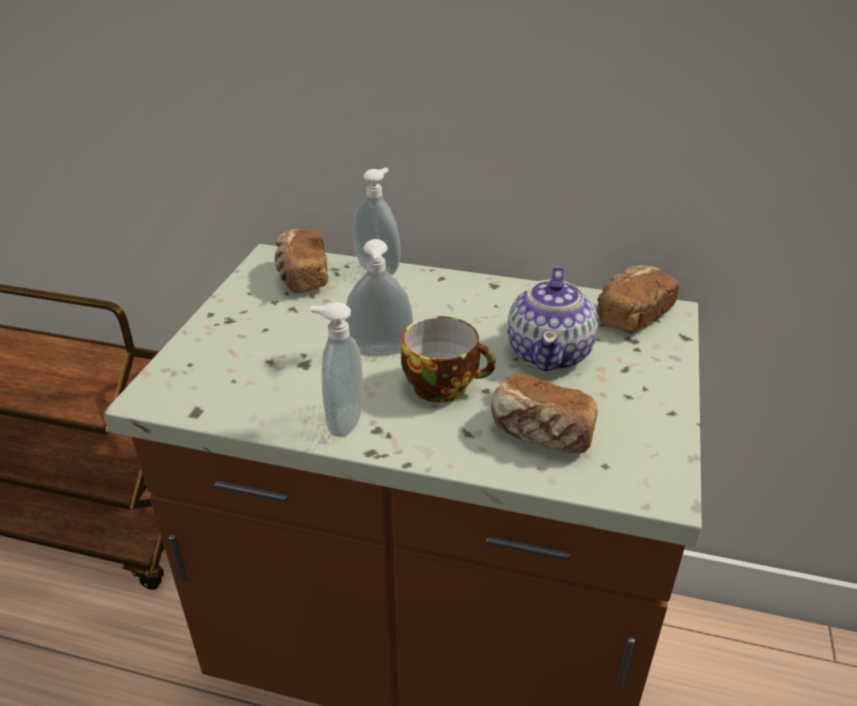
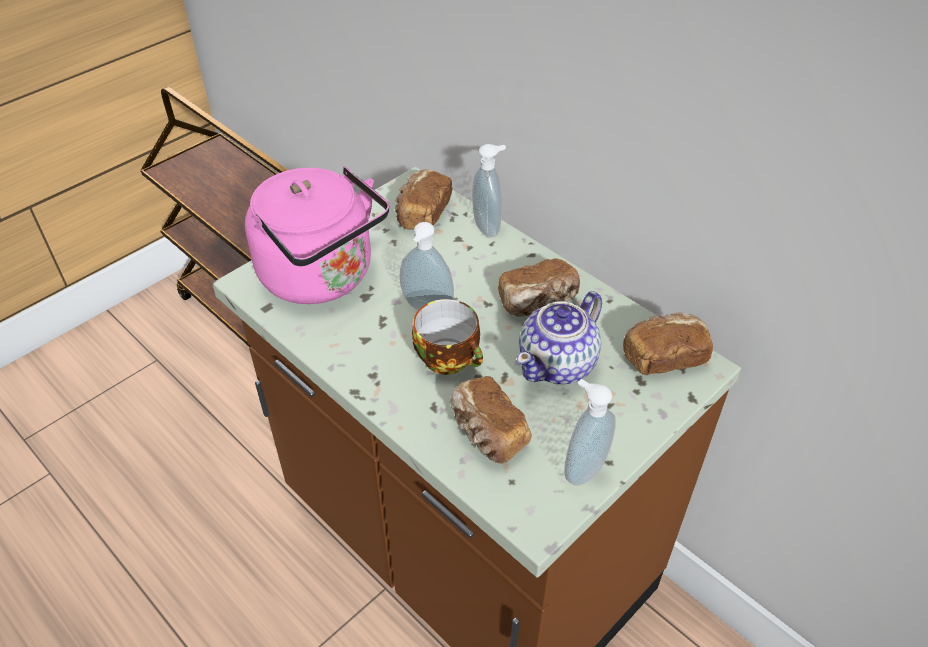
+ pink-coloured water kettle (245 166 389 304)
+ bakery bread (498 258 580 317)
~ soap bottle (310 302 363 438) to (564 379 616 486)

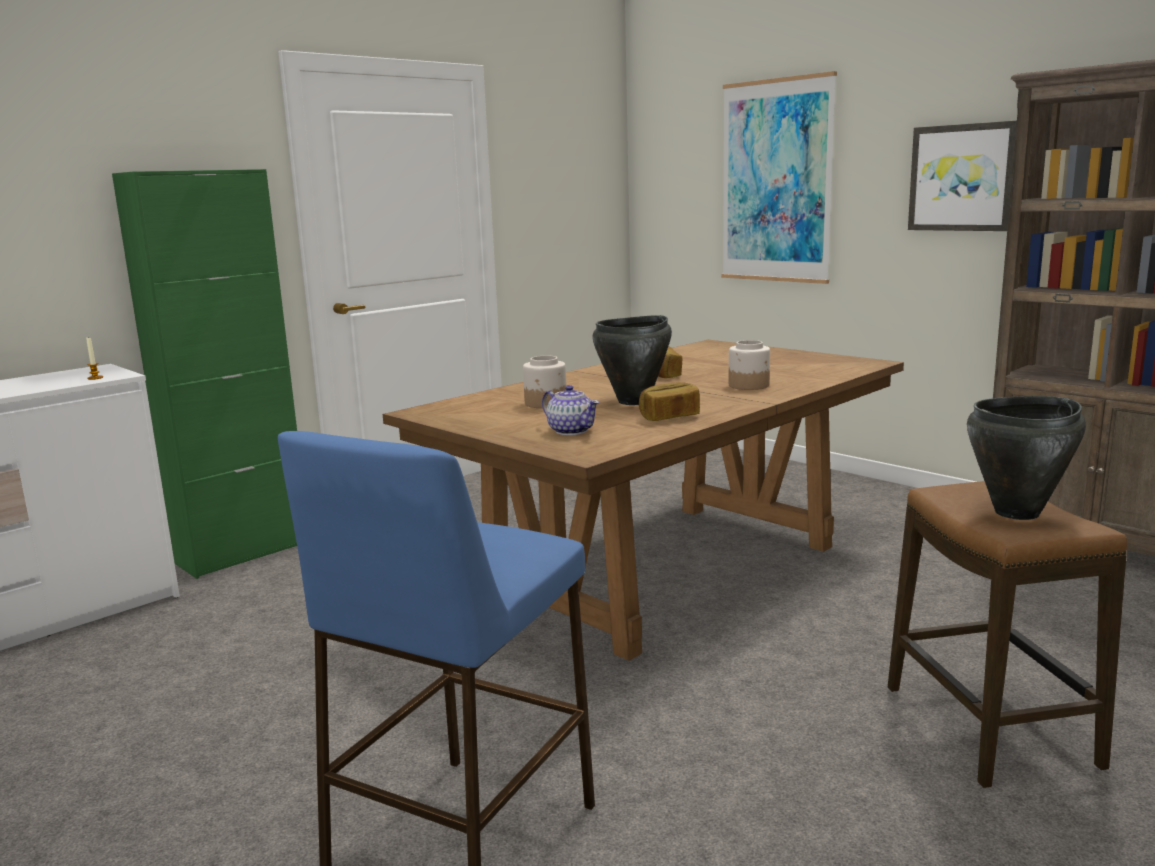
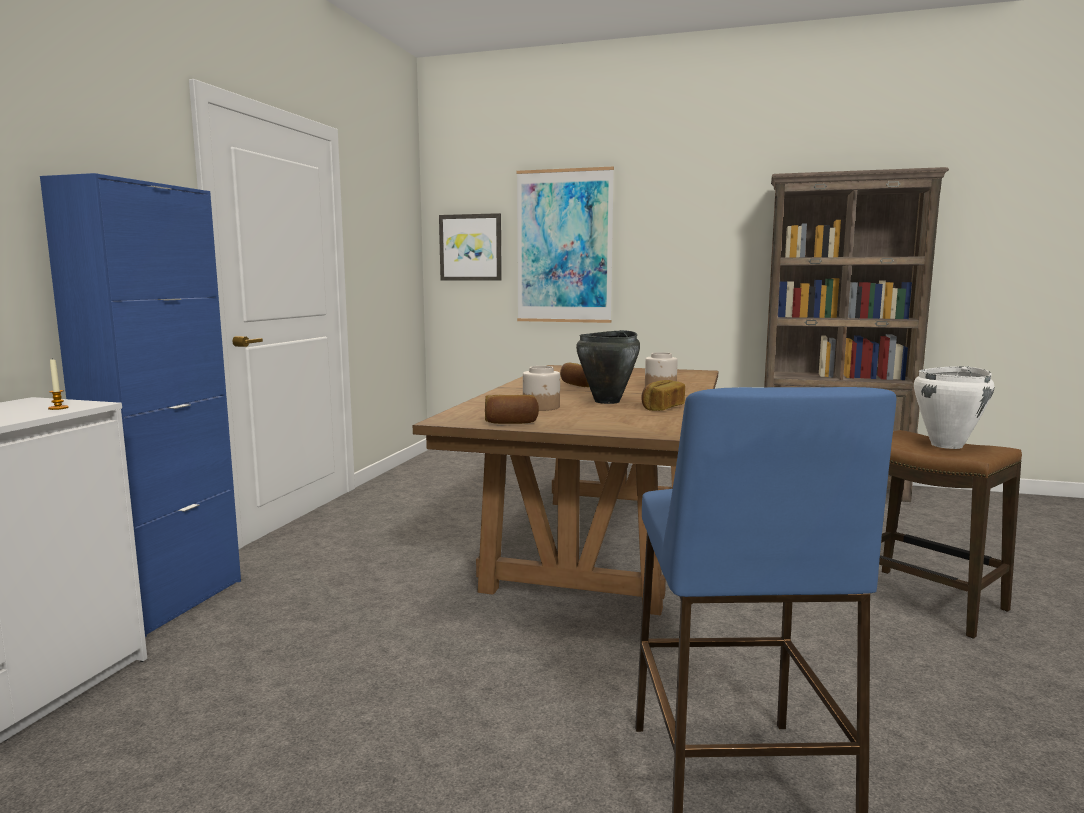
~ greenish storage cabinet (112 169 297 579) to bluish storage cabinet (40 173 241 637)
~ wall picture (908 121 1017 231) to (439 213 502 281)
+ bakery bread (485 395 539 424)
~ black-coloured cooking pot (967 396 1086 520) to white cooking pot (914 366 995 449)
- teapot (542 385 599 435)

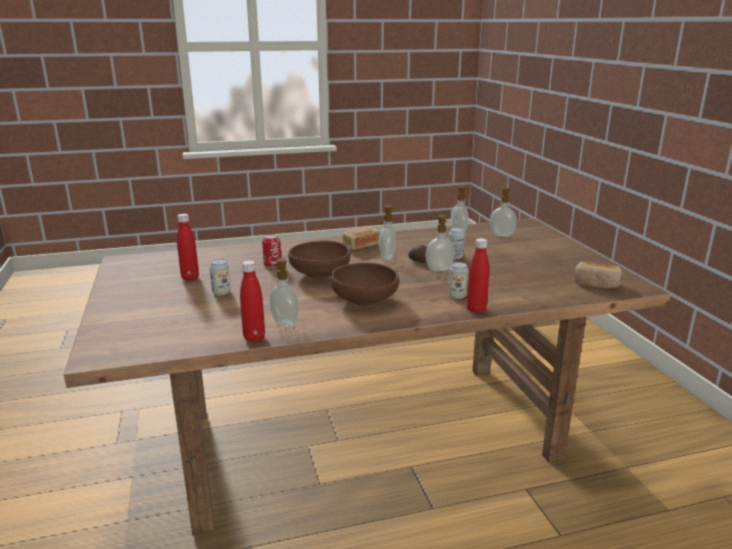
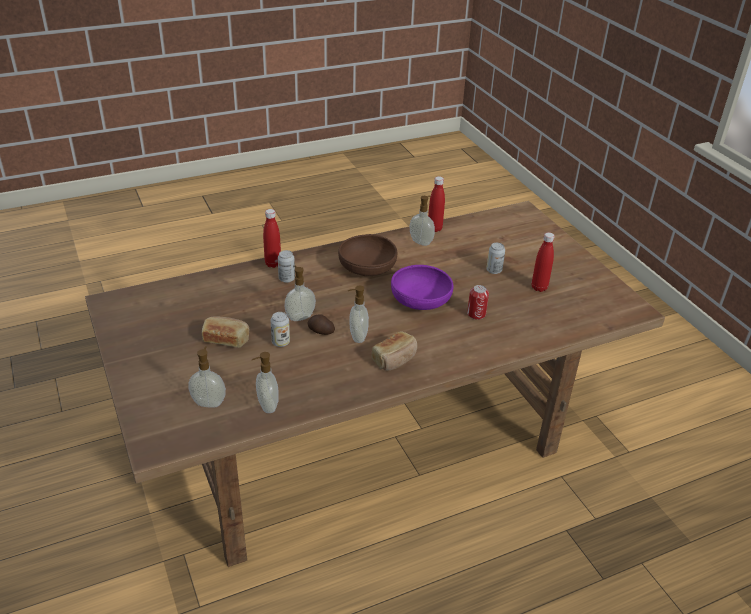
~ bakery bread (574 262 622 288) to (202 316 249 348)
~ brownish bowl (288 240 350 279) to purplish bowl (391 265 454 310)

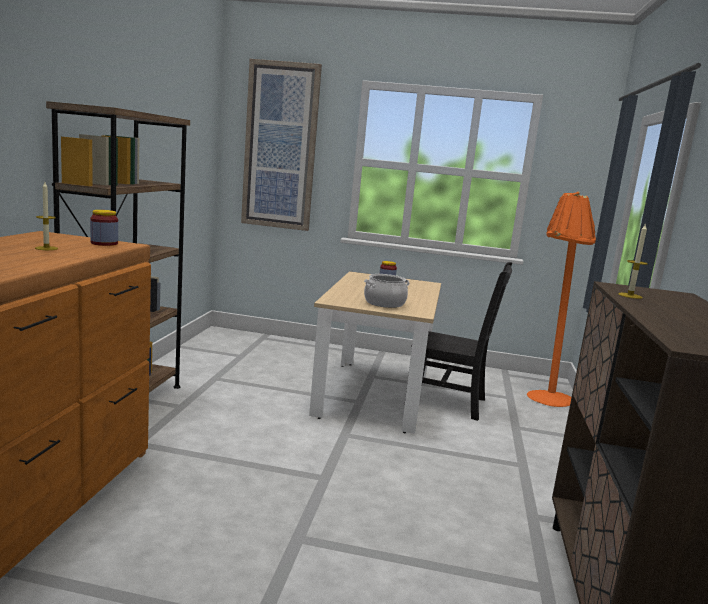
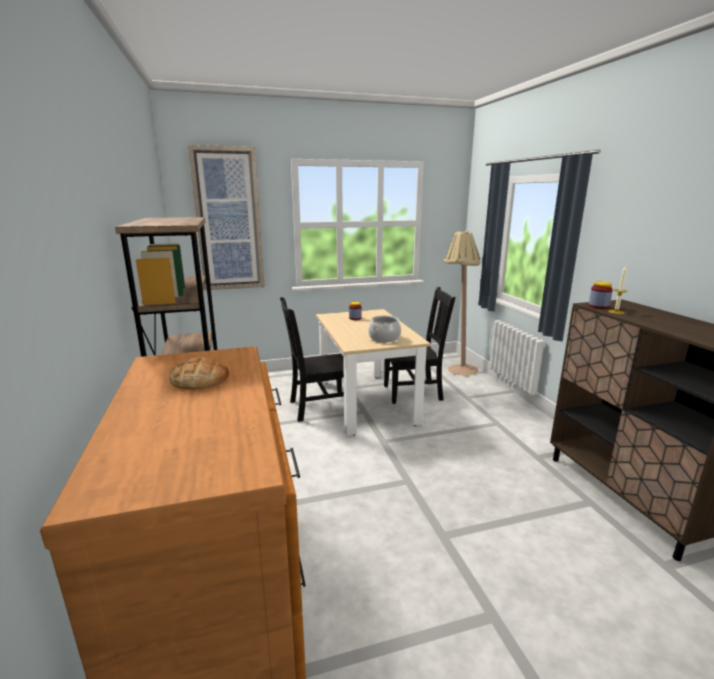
~ wax light (35 182 58 250) to bakery bread (169 356 229 389)
+ black-coloured chair (280 297 344 422)
~ orange-coloured standard lamp (527 191 596 407) to beige-coloured standard lamp (444 230 481 376)
~ jar (90 210 118 246) to (588 282 613 309)

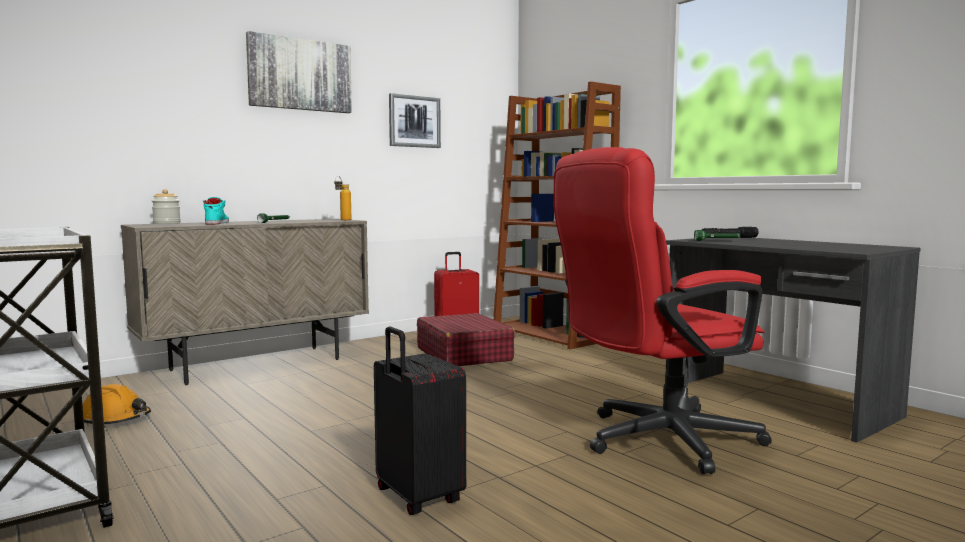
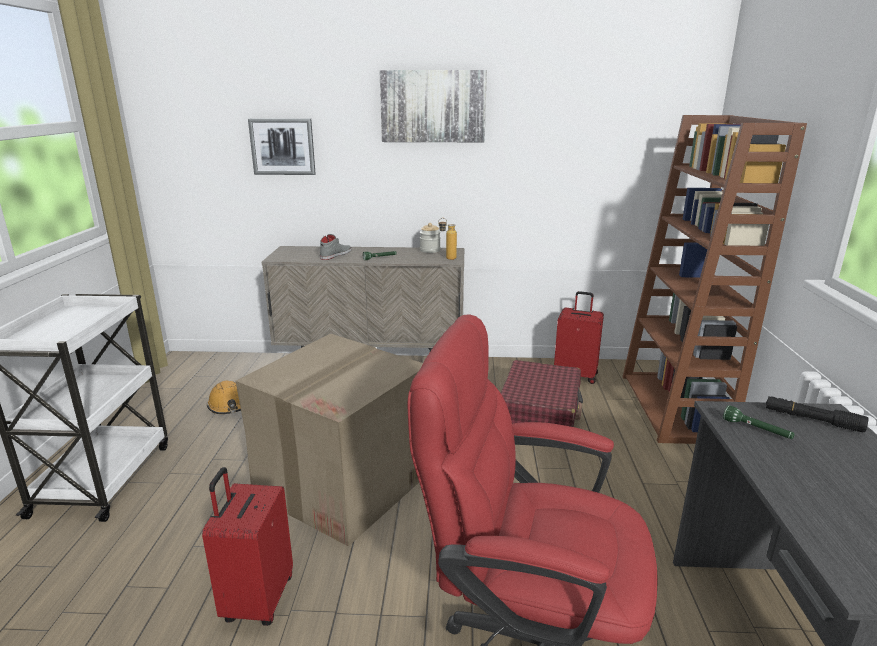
~ black-coloured suitcase (374 326 466 515) to reddish suitcase (202 467 293 626)
+ packing box (236 333 423 546)
~ wall picture (389 93 441 148) to (248 118 316 175)
~ blue-green low shoe (203 197 229 224) to grey low shoe (320 234 352 260)
~ jar (152 189 181 224) to (420 223 441 253)

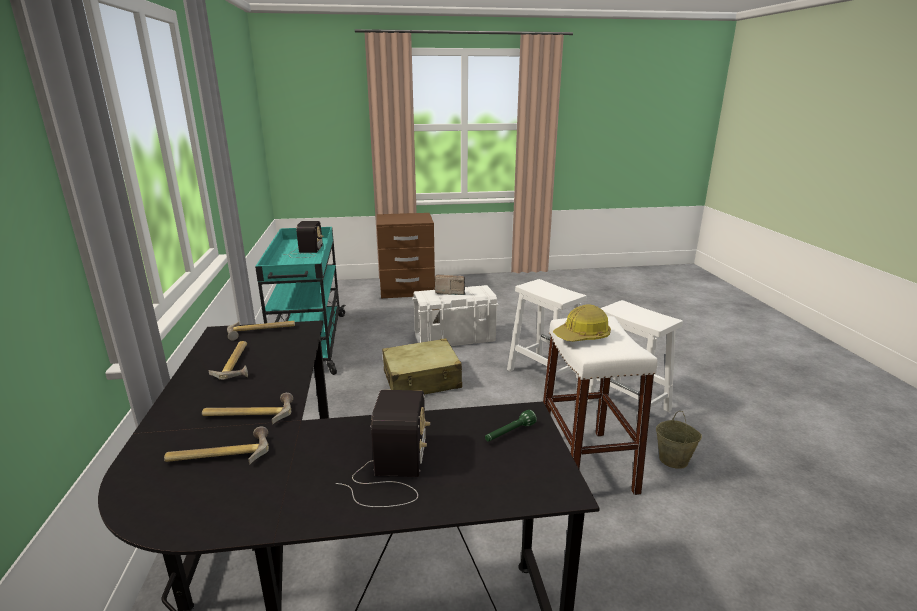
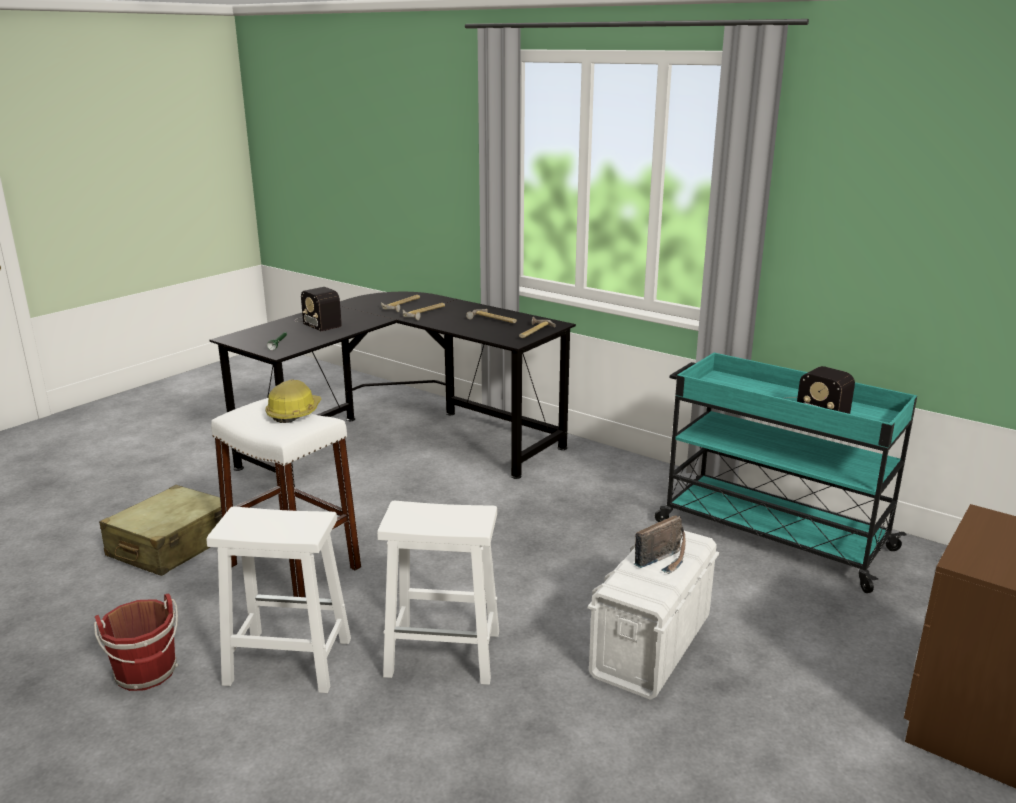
+ reddish pail (94 593 178 691)
~ beige-coloured suitcase (382 338 462 395) to (99 485 222 576)
- beige-coloured pail (656 411 702 469)

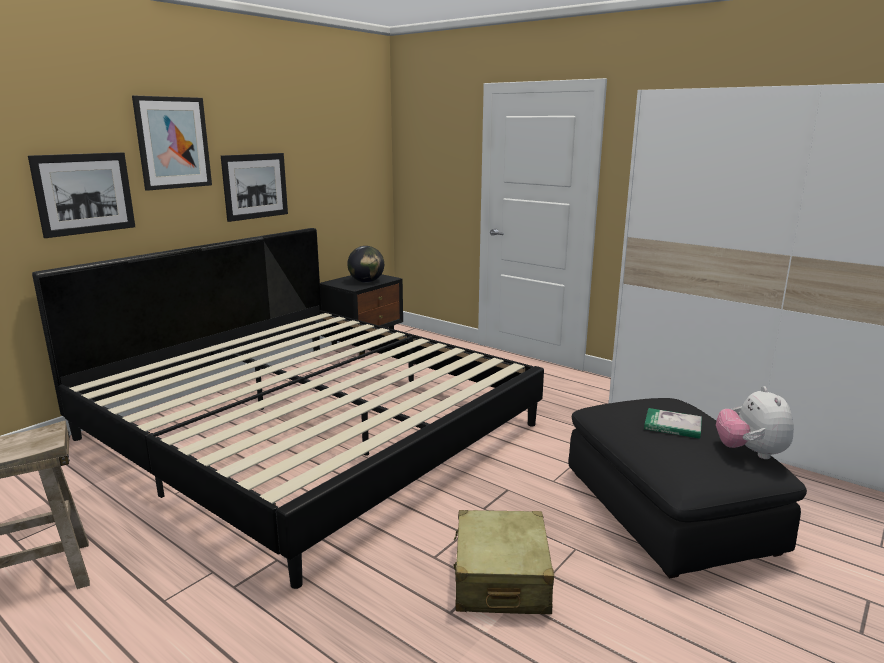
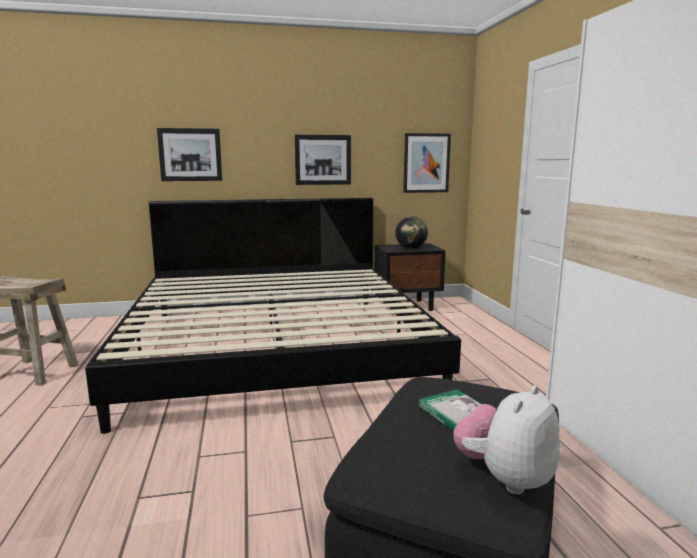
~ wall picture (132 96 212 191) to (403 133 451 193)
- beige-coloured suitcase (453 510 554 614)

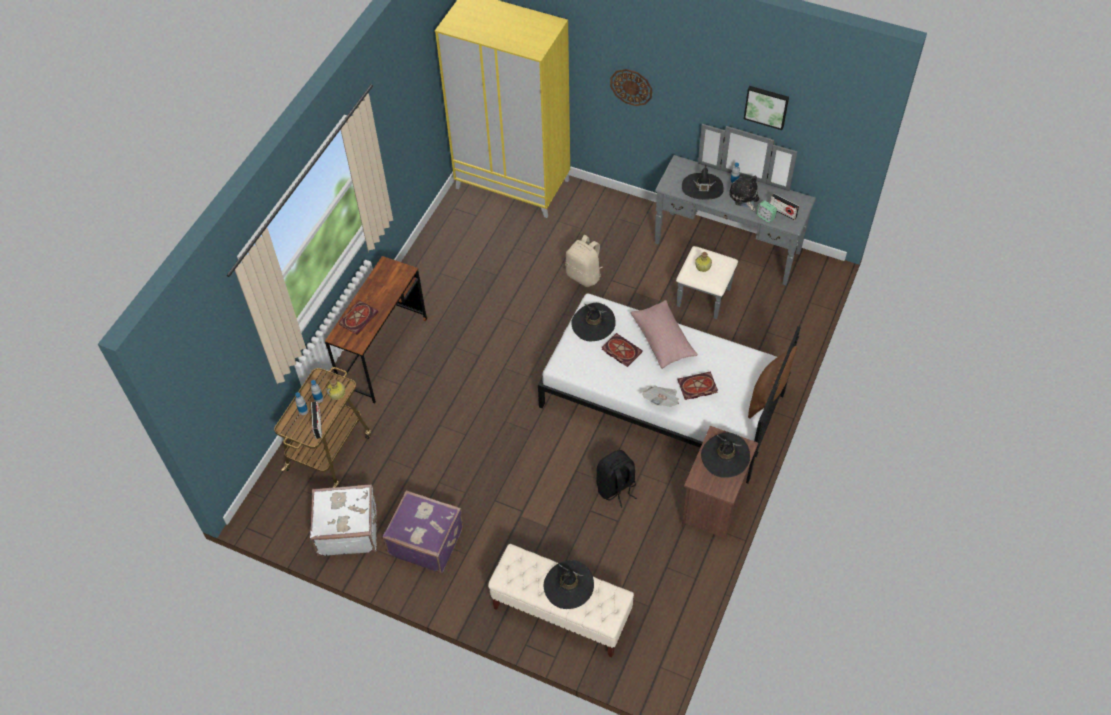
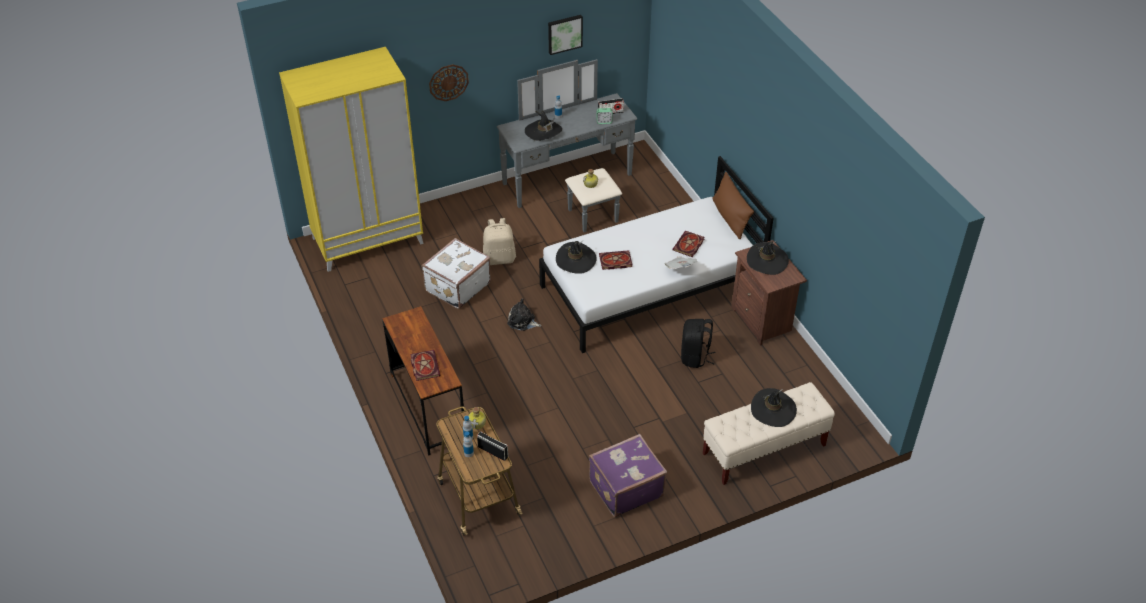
~ white suitcase (310 484 377 557) to (422 238 491 309)
~ soft toy (729 176 759 211) to (507 298 541 331)
- pink-coloured pillow (631 300 698 369)

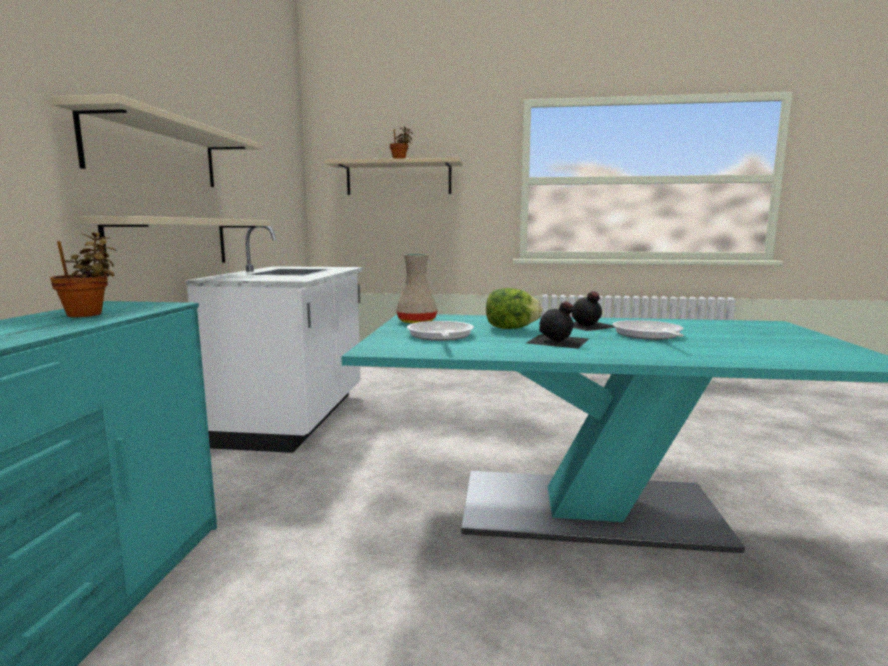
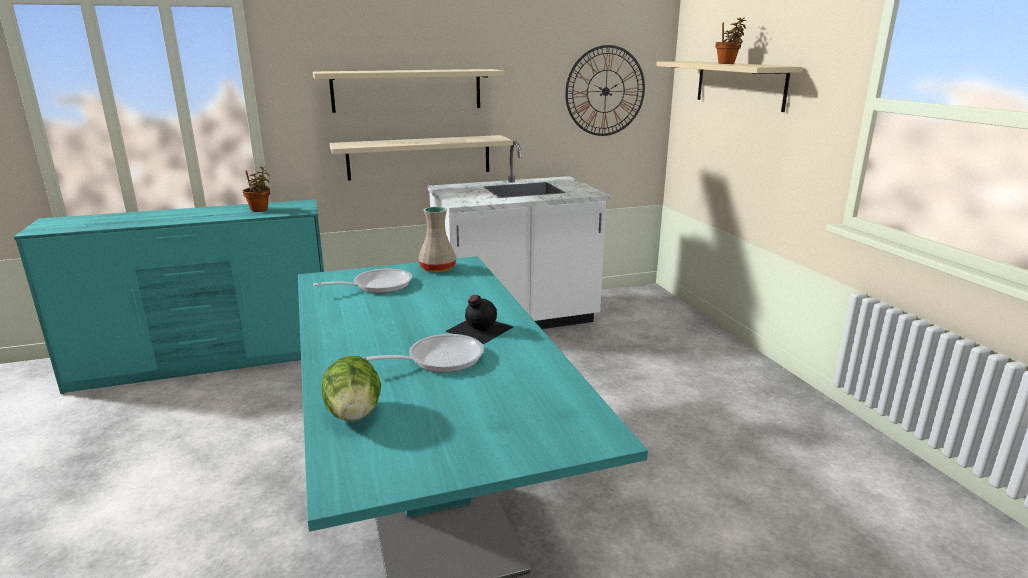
~ lettuce head (486 288 543 329) to (321 356 381 421)
+ hanging clock (565 45 645 136)
- black-coloured bottle (526 301 589 349)

